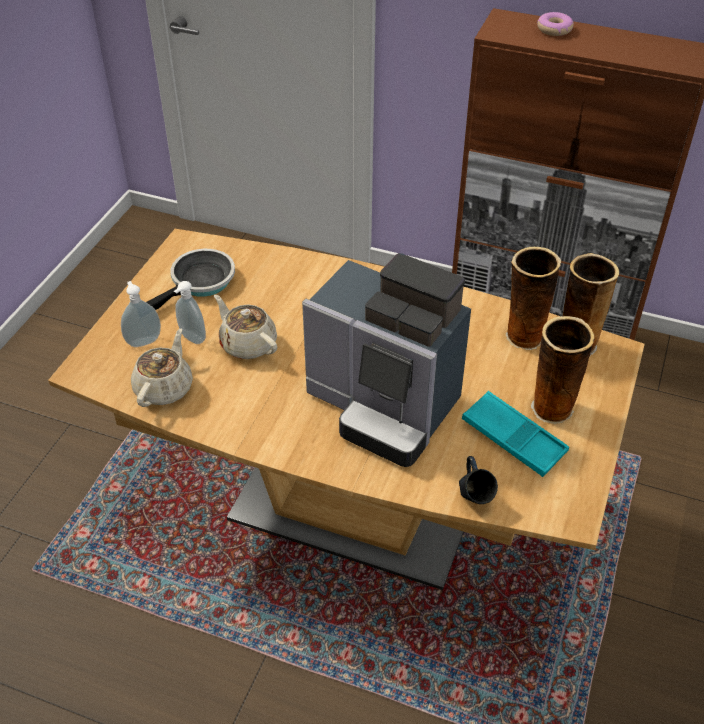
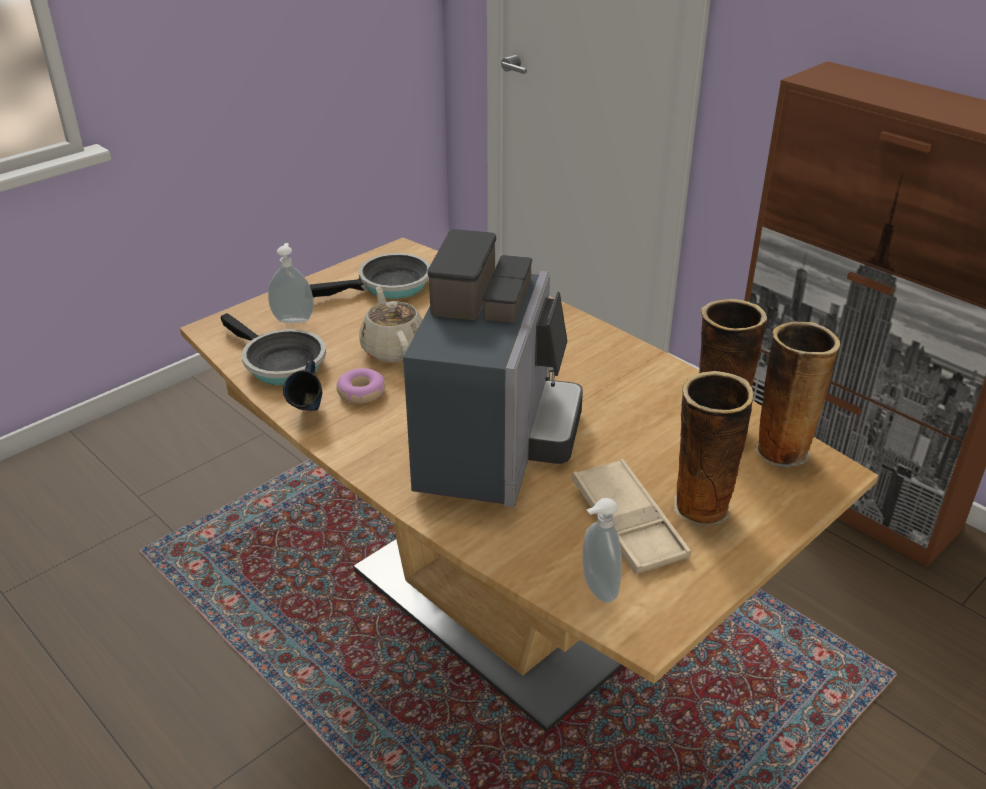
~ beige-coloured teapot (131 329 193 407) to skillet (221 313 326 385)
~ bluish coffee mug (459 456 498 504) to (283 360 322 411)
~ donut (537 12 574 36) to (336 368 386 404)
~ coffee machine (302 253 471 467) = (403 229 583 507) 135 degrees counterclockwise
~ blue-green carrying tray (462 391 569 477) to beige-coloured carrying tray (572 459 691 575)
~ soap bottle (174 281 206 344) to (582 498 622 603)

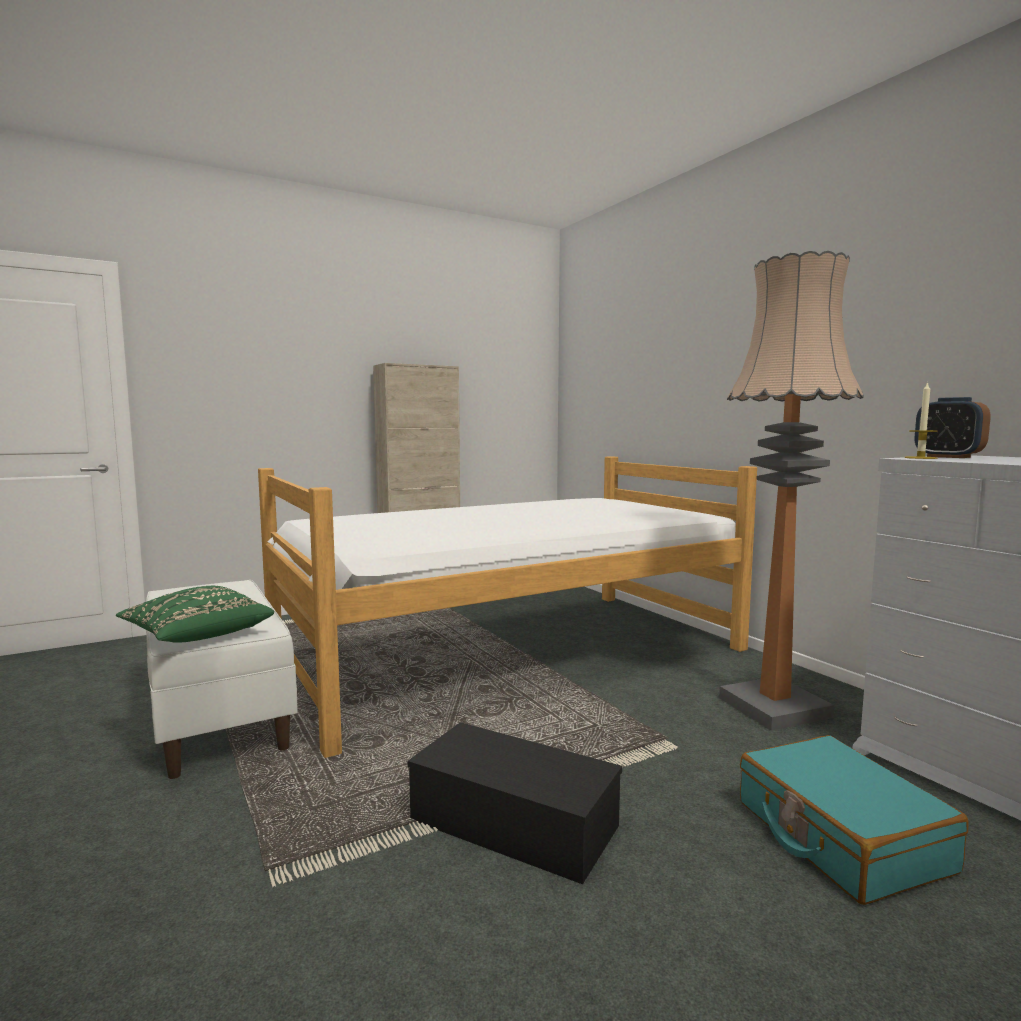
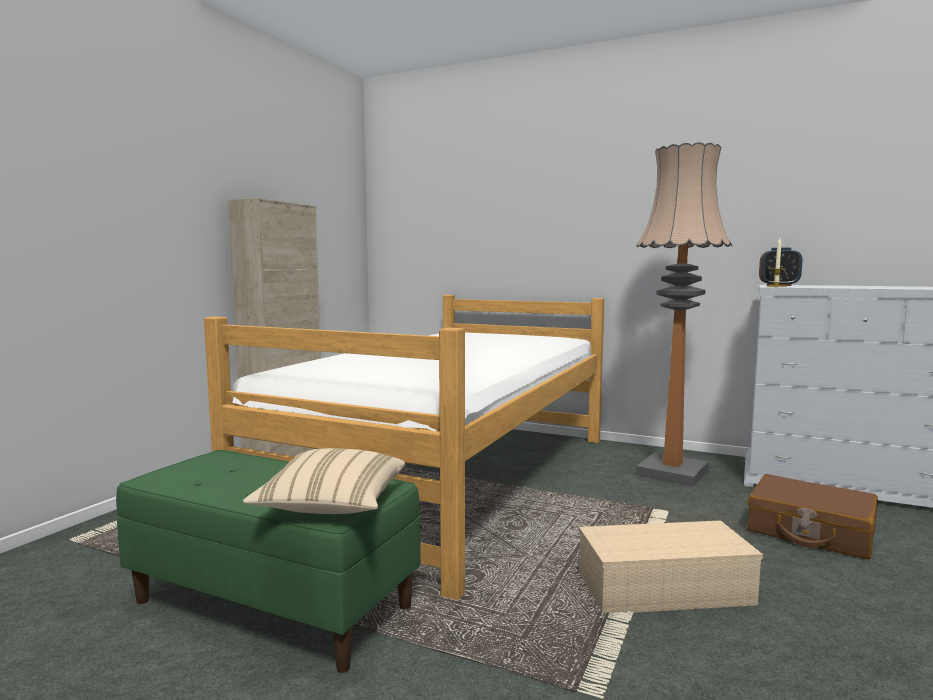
~ white indoor bench (146 580 298 779) to greenish indoor bench (116 450 421 673)
~ greenish pillow (116 586 274 643) to beige-coloured pillow (243 448 405 514)
~ black-coloured storage bin (407 722 622 884) to beige-coloured storage bin (579 520 763 614)
~ blue-green suitcase (740 735 968 905) to brownish suitcase (748 474 878 559)

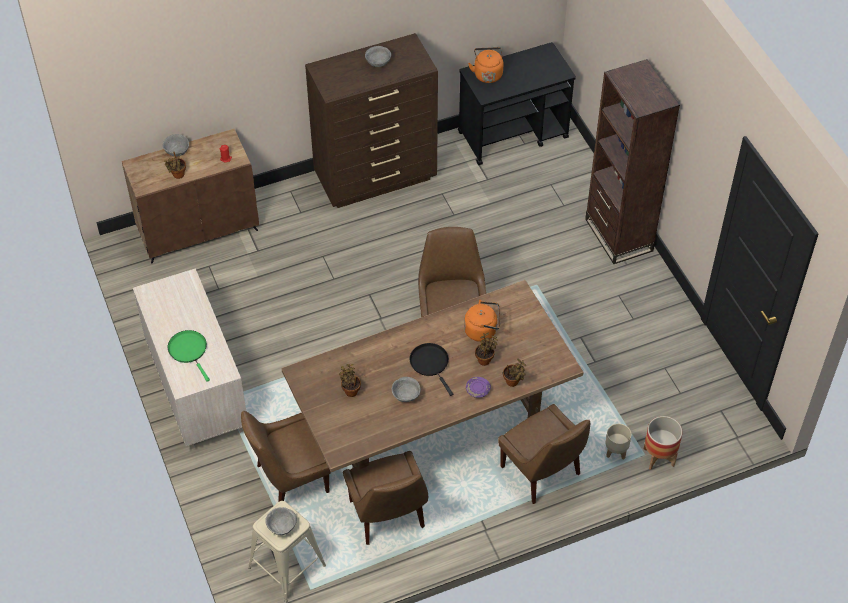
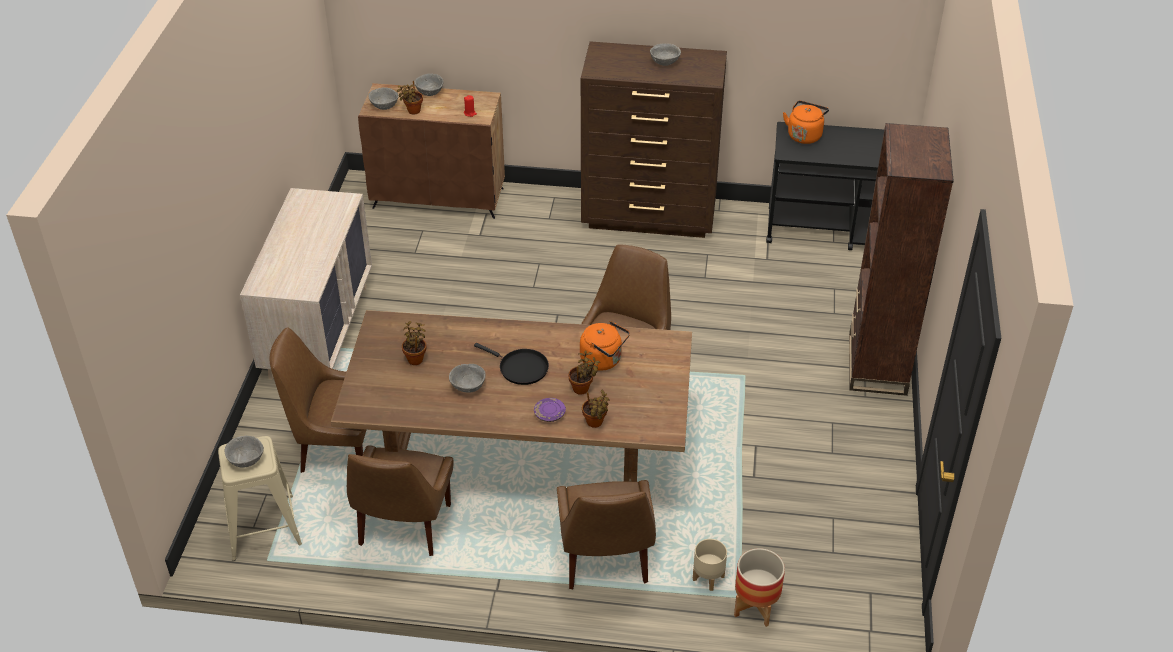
+ grey bowl (368 87 399 110)
~ black-coloured skillet (410 343 453 396) = (474 343 549 385) 120 degrees clockwise
- greenish skillet (168 330 210 382)

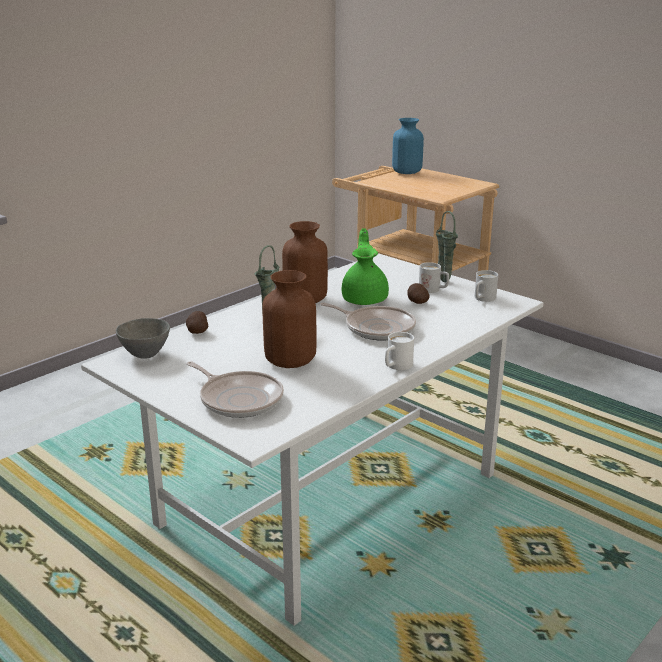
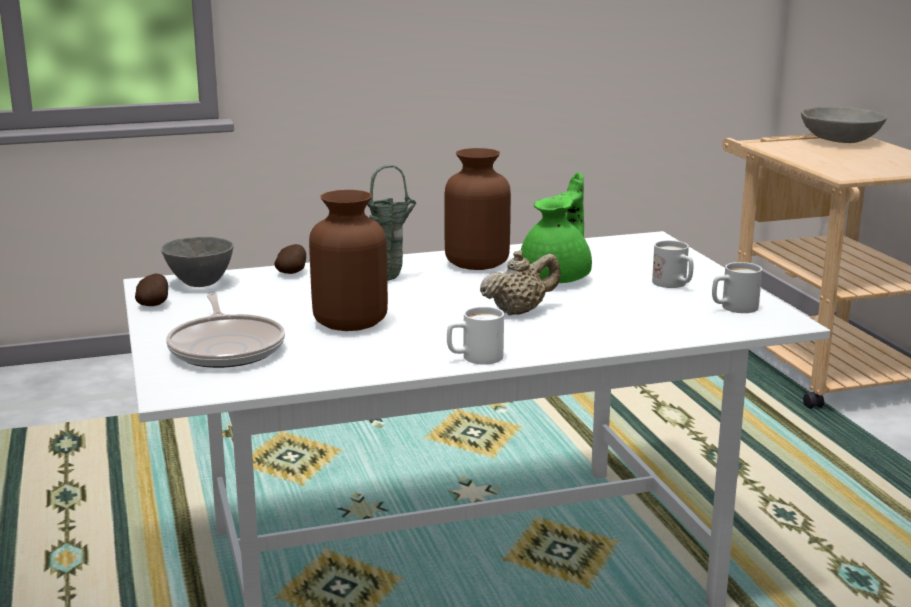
~ potato (407 283 429 304) to (135 274 168 306)
~ skillet (320 302 416 341) to beige-coloured teapot (480 250 561 315)
~ bluish flower vase (392 118 424 174) to grey bowl (801 107 887 143)
- greenish flower vase (436 211 458 282)

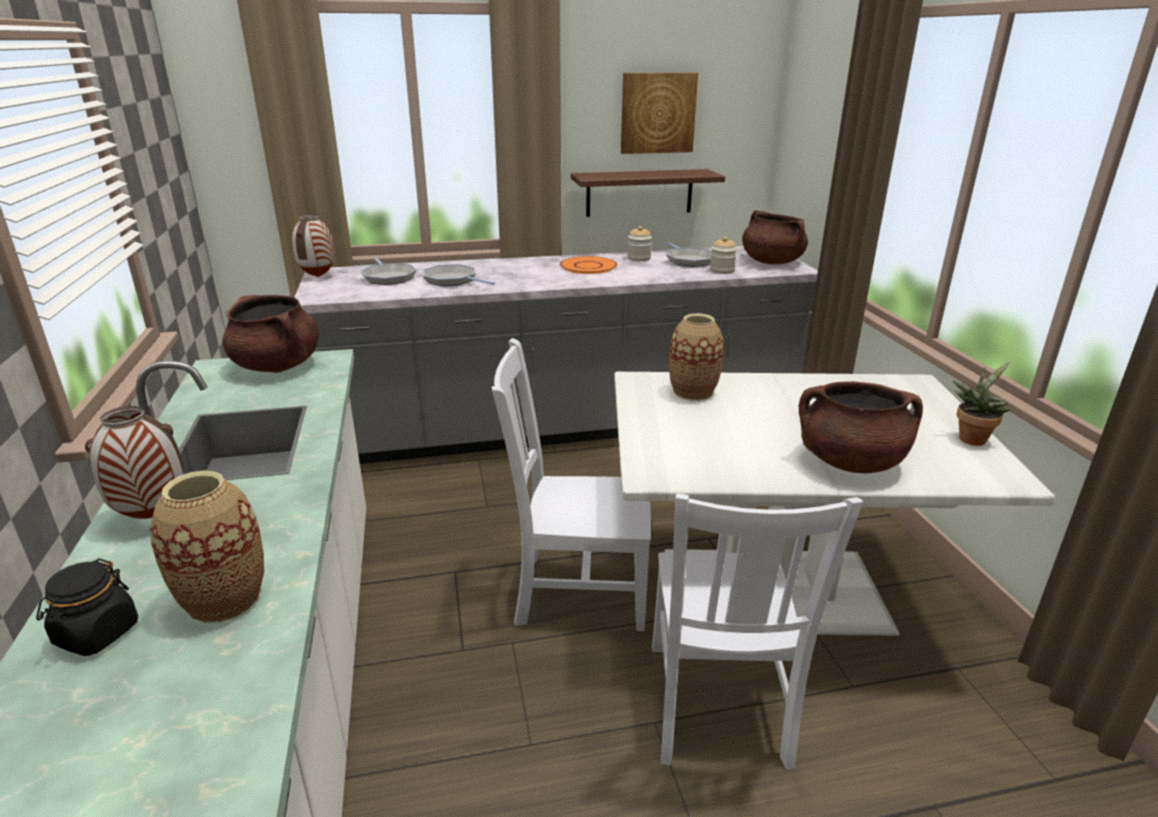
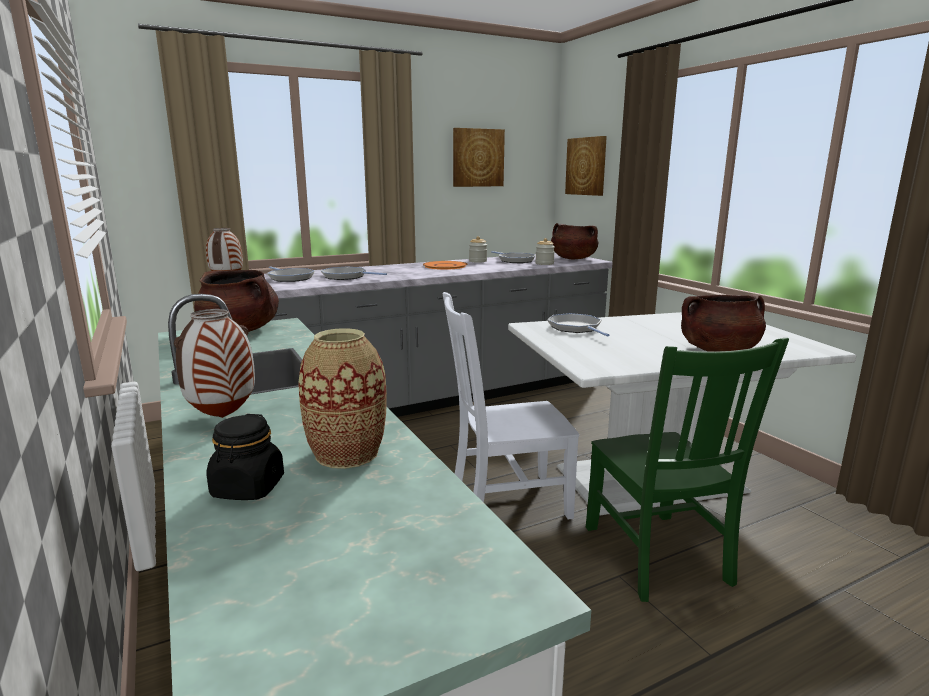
~ flower vase (669 313 724 401) to skillet (548 313 609 336)
+ wall picture (565 136 607 196)
~ white chair (652 493 863 769) to greenish chair (586 338 789 602)
- bracket shelf (571 169 725 217)
- houseplant (953 361 1011 446)

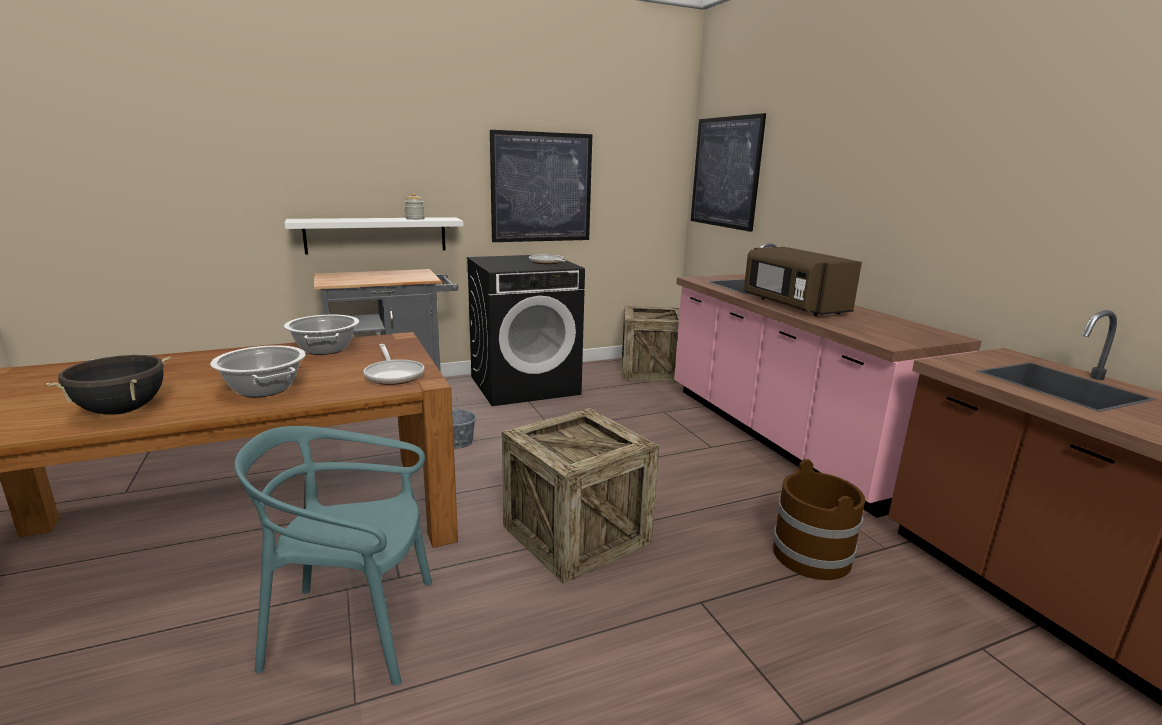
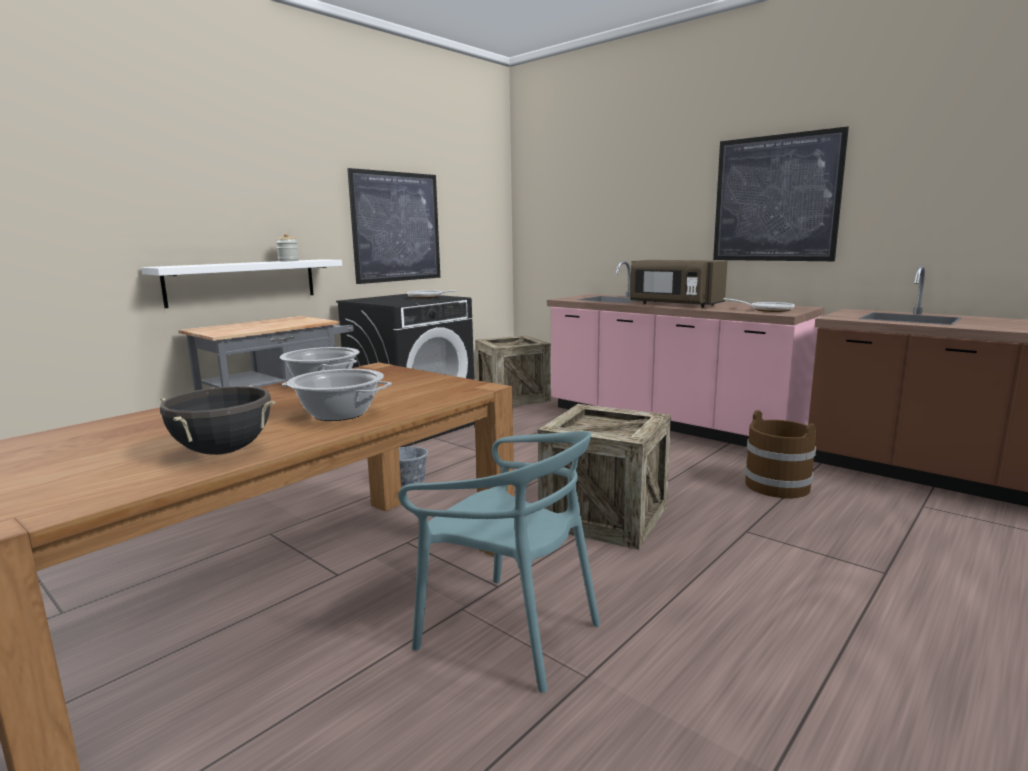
~ blue-green chair (235 426 432 686) = (398 431 600 693) 120 degrees counterclockwise
~ wall picture (691 113 766 232) to (713 126 849 261)
~ skillet (364 344 424 385) to (724 298 794 312)

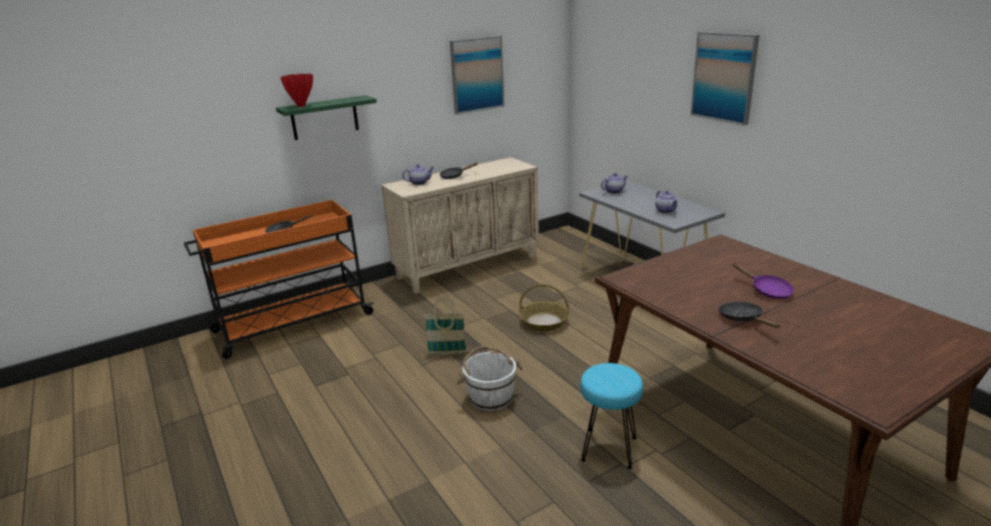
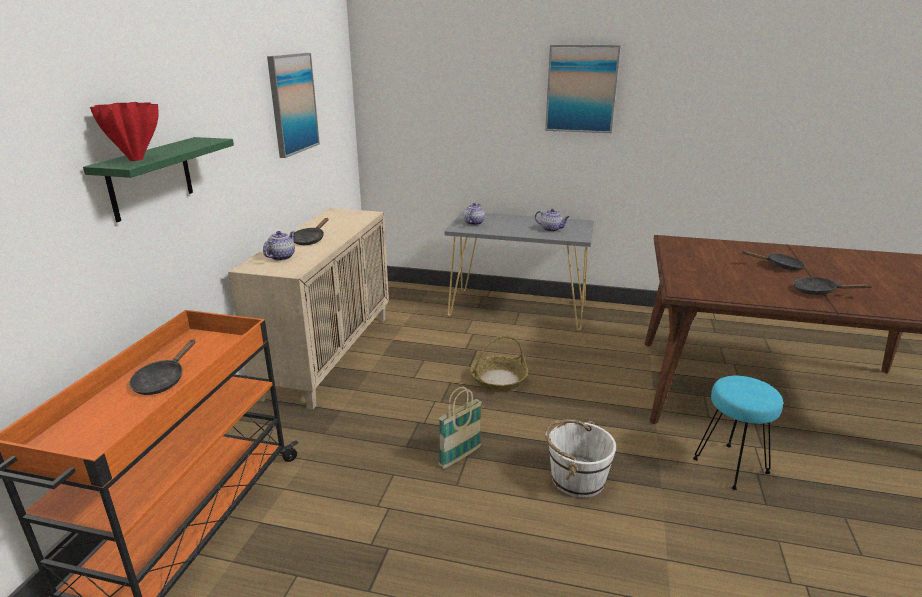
~ purplish skillet (733 264 794 299) to black-coloured skillet (742 250 805 271)

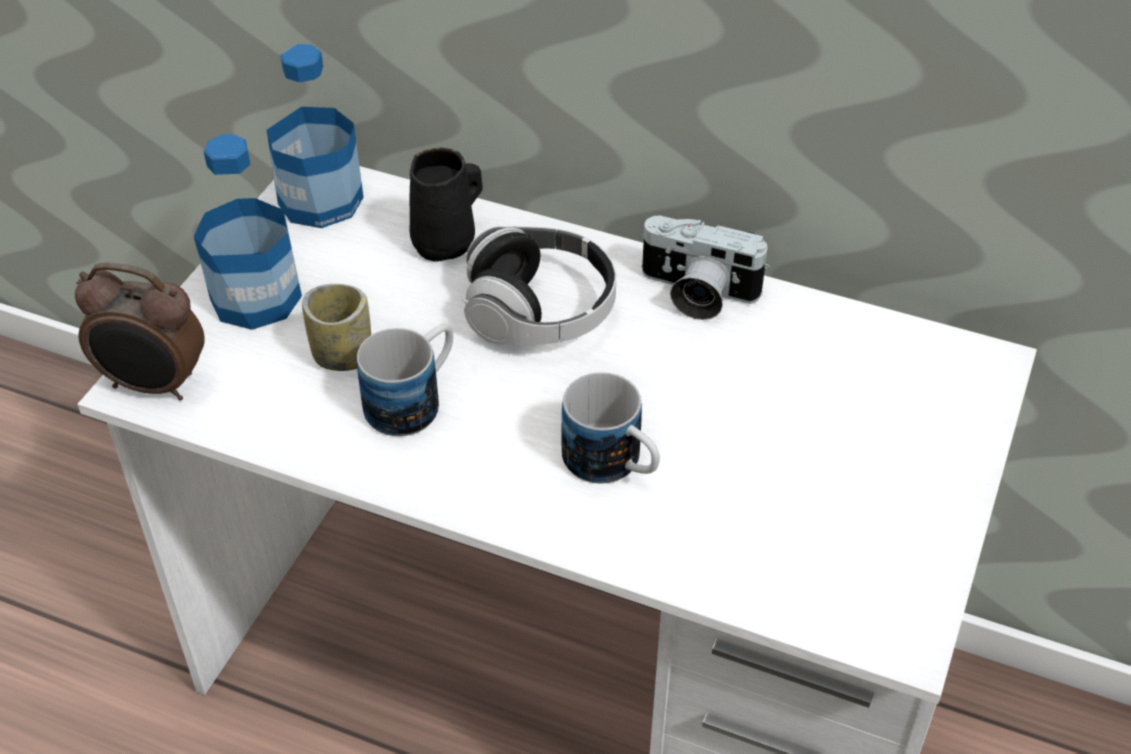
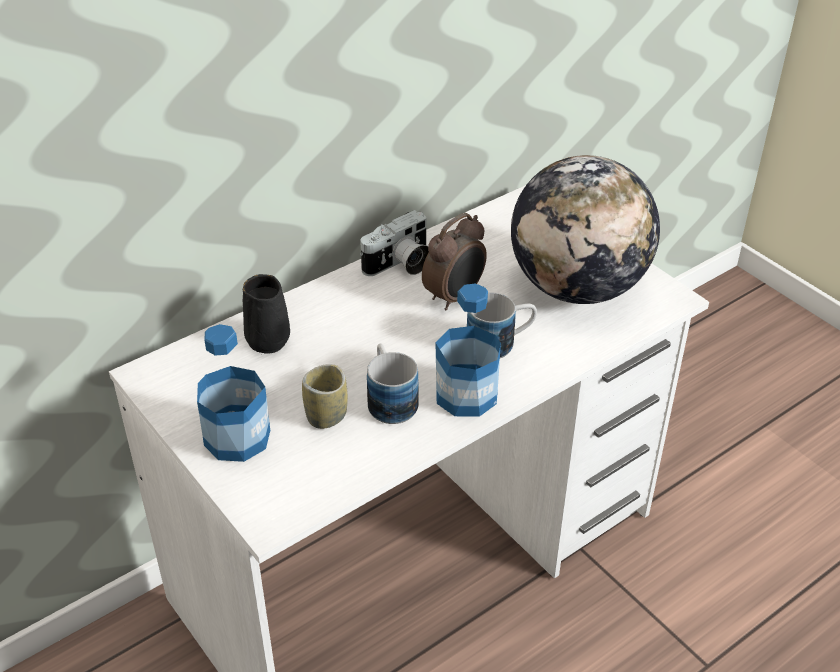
~ bedside clock (75 262 205 400) to (422 213 487 310)
~ bottle (267 44 363 228) to (436 283 501 416)
+ globe (511 155 660 304)
- pair of headphones (462 226 617 346)

